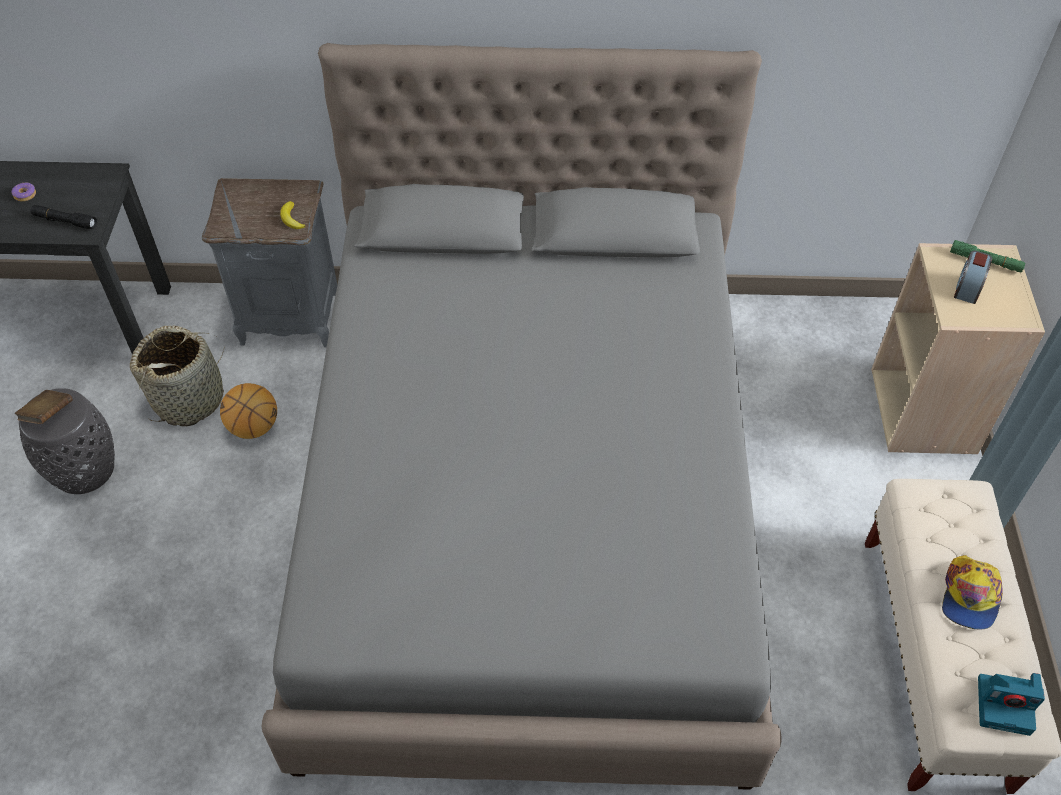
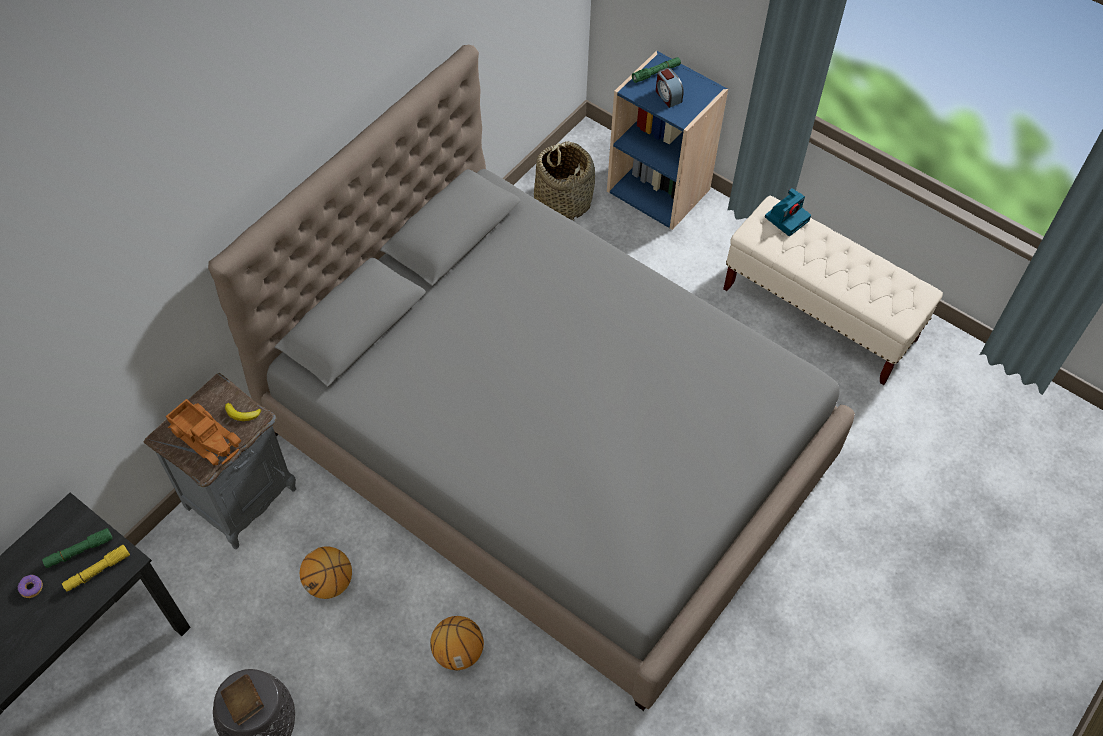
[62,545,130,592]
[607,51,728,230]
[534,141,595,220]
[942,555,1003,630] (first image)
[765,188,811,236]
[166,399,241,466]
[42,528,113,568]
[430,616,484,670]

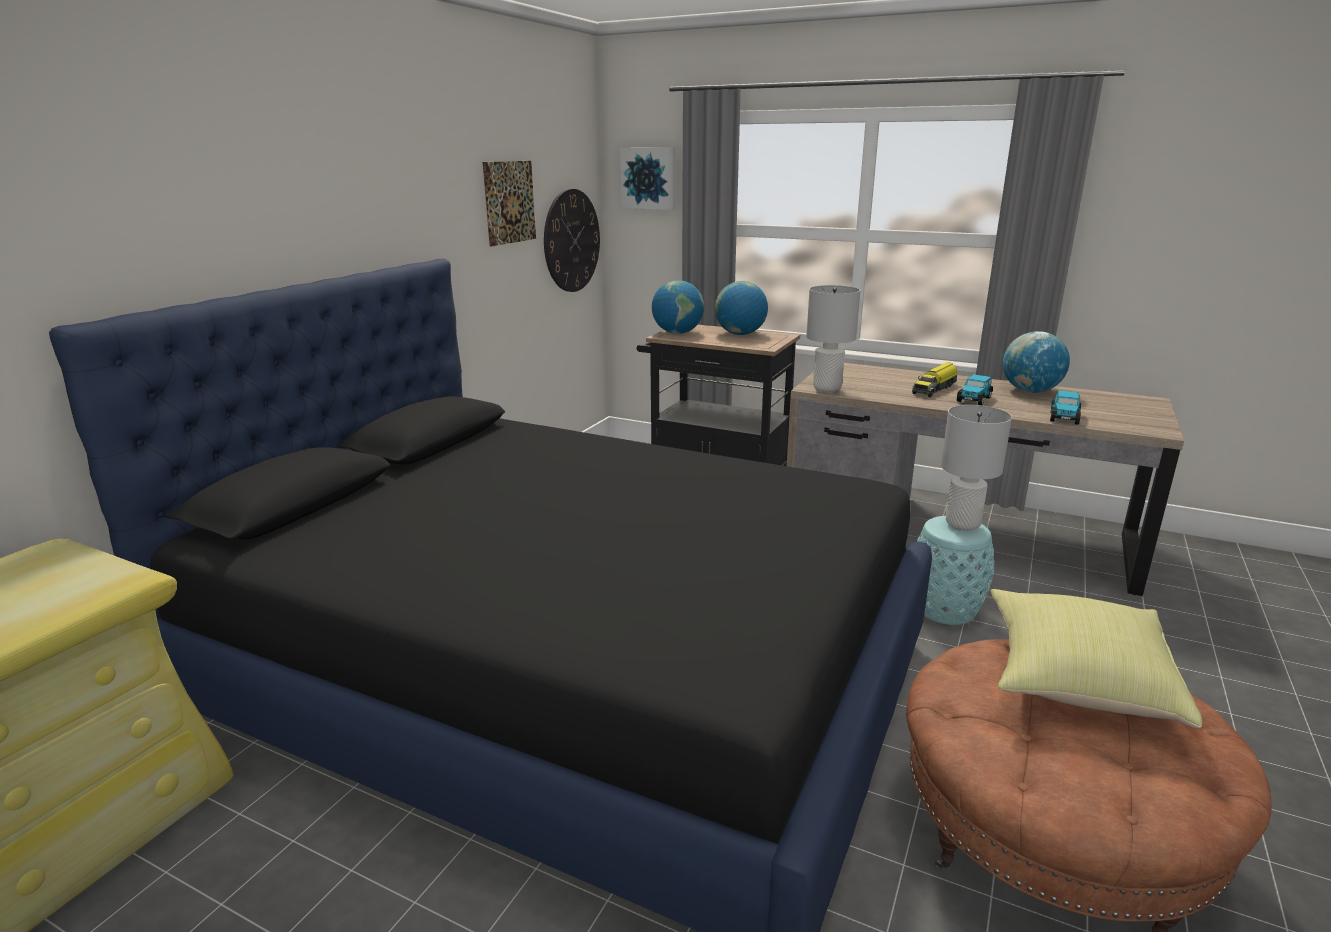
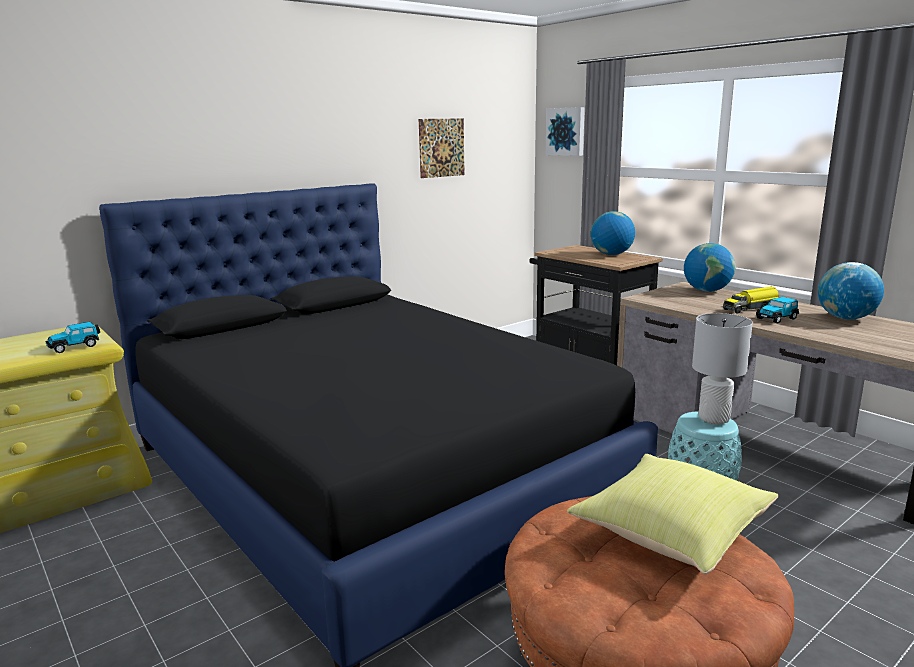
[544,189,600,292] (first image)
[684,243,735,292]
[806,285,861,392] (first image)
[45,322,100,353]

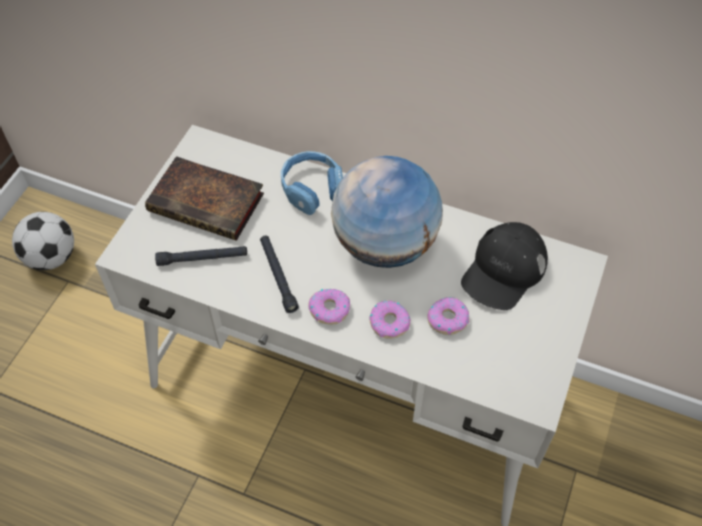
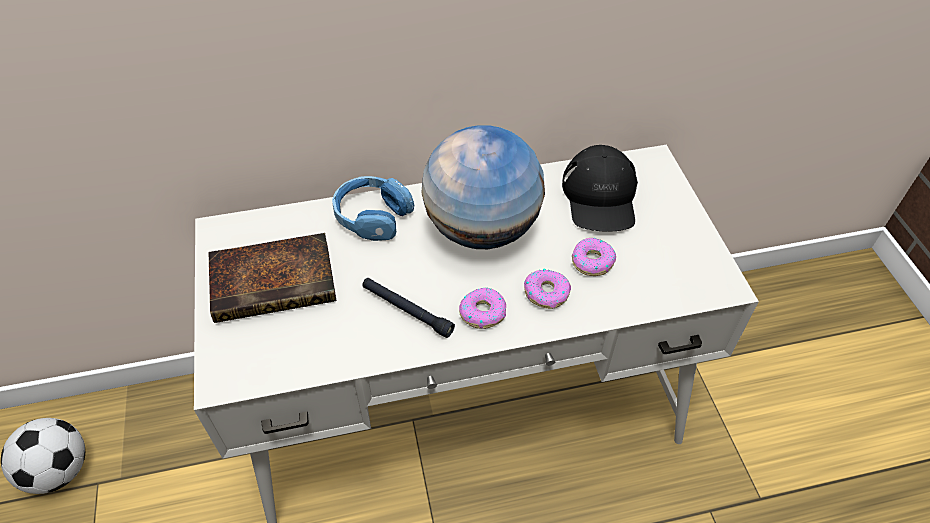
[155,246,247,266] (first image)

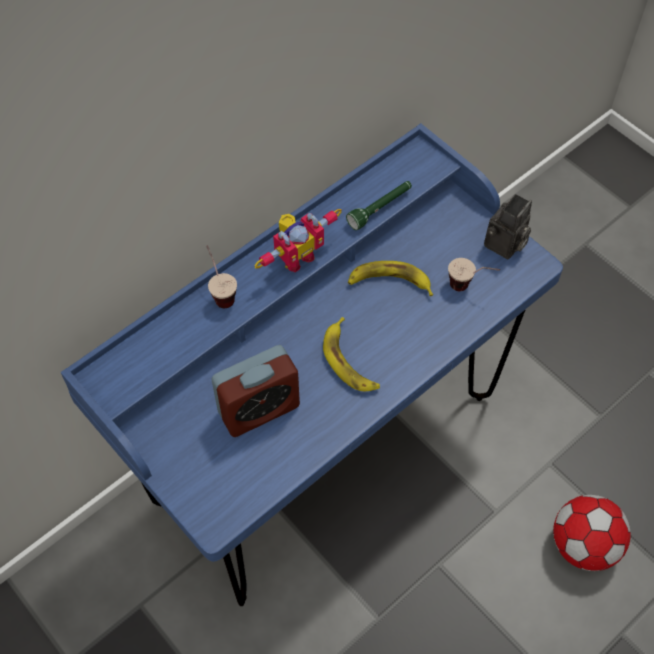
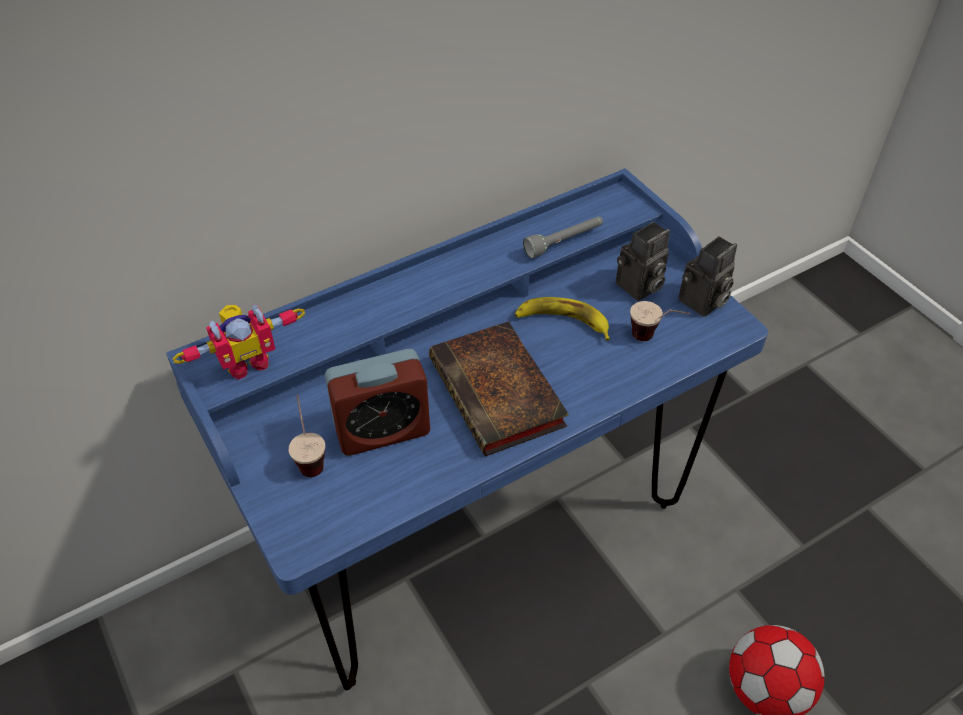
[523,216,603,258]
[173,305,305,380]
[289,395,325,477]
[429,321,569,456]
[616,222,670,301]

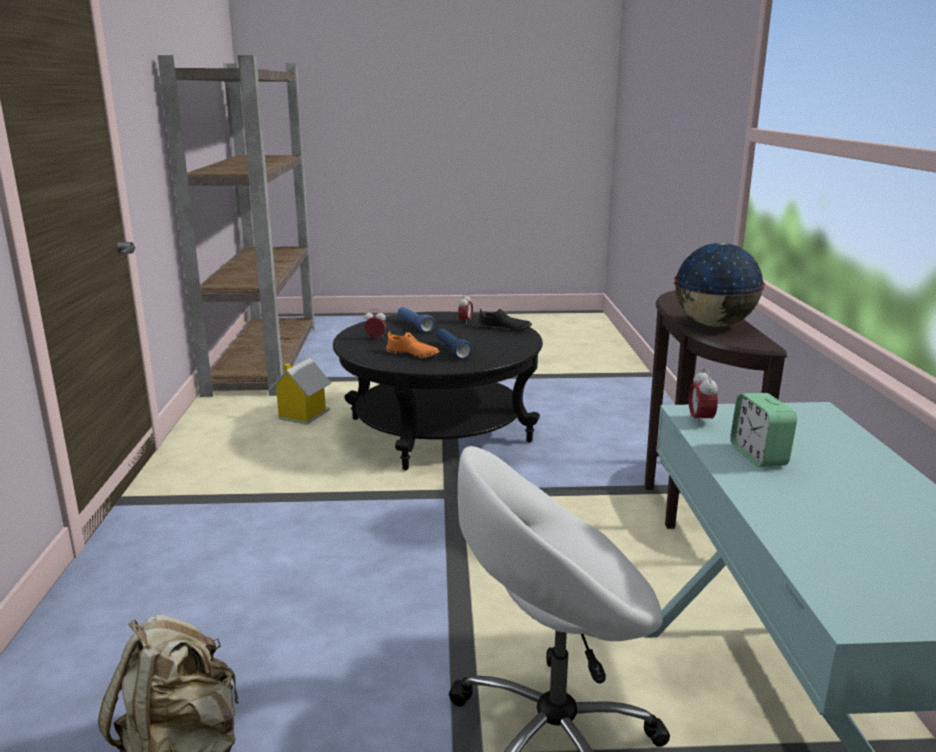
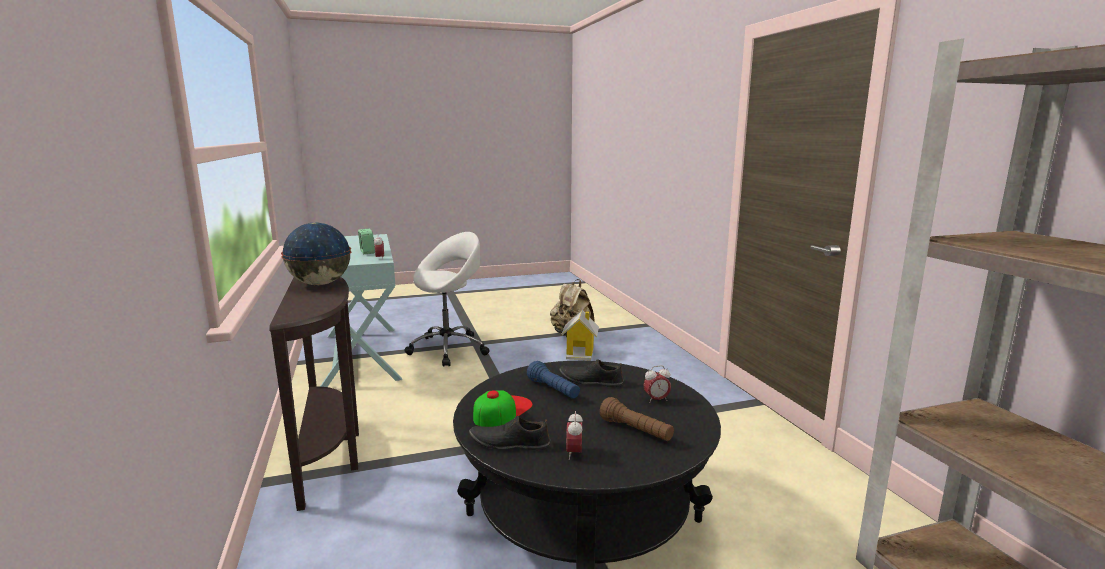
[600,397,674,441]
[559,360,623,387]
[561,310,599,361]
[473,390,533,427]

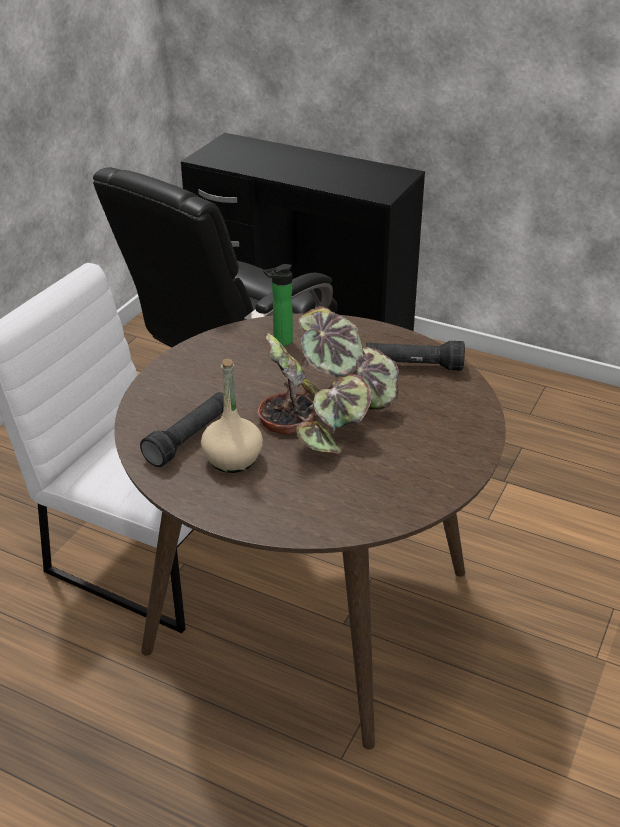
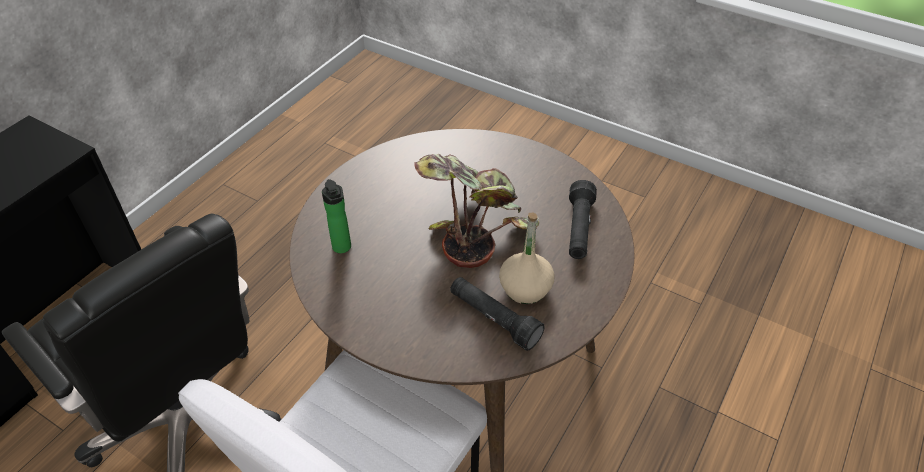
[569,180,597,259]

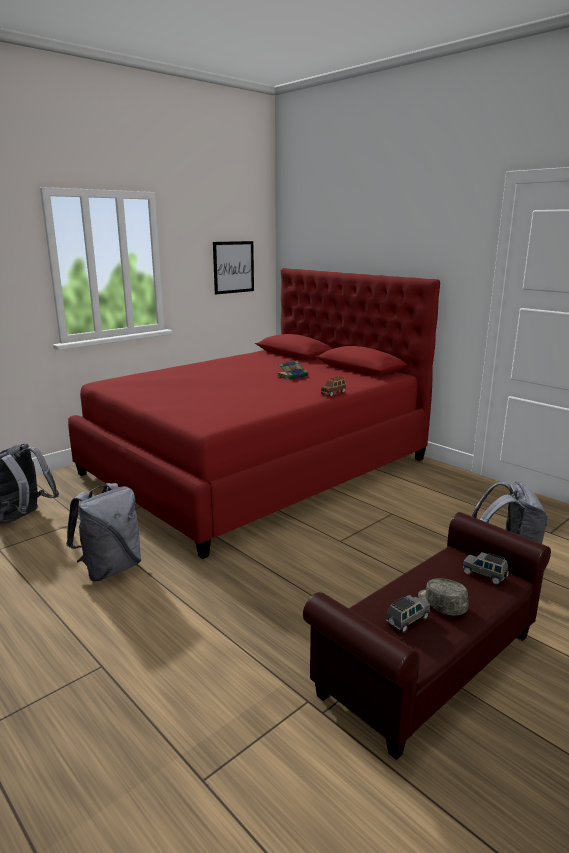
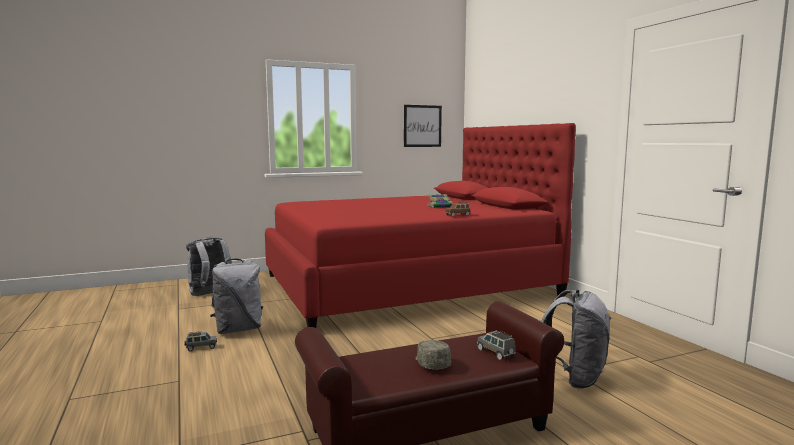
[184,331,217,352]

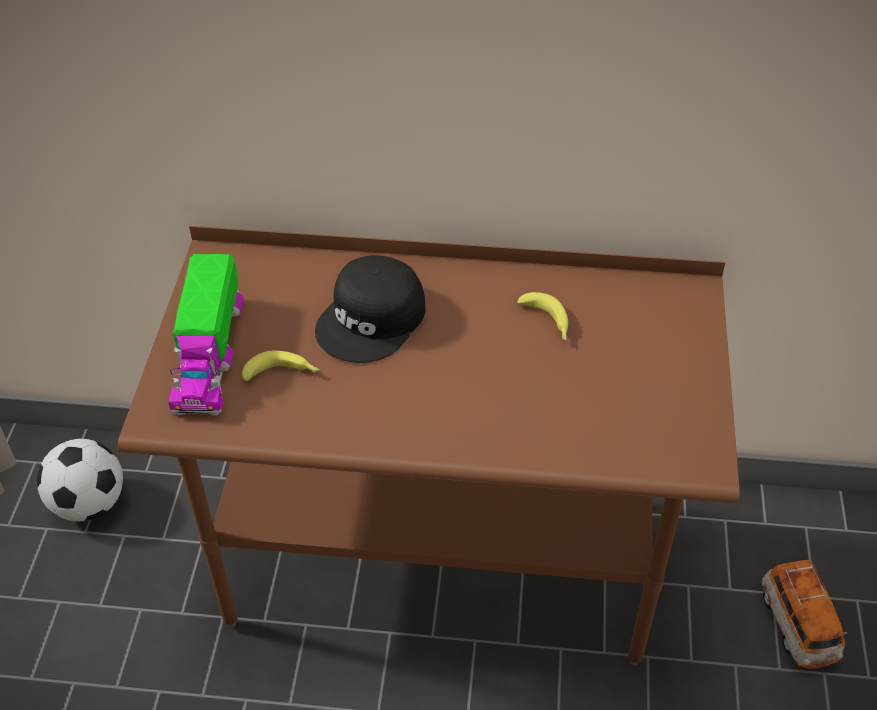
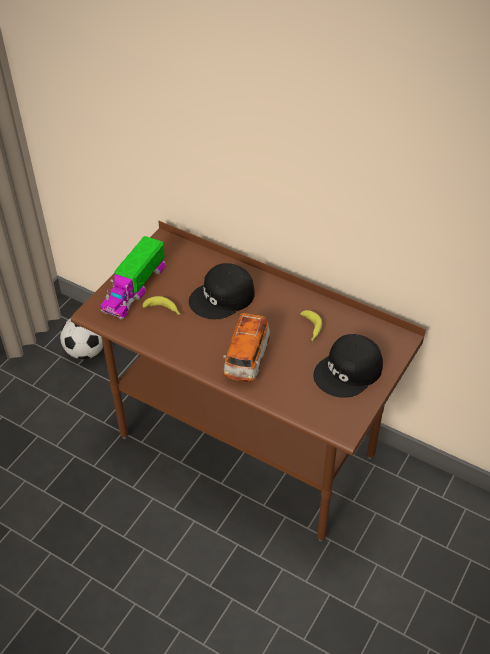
[223,313,270,382]
[313,334,383,398]

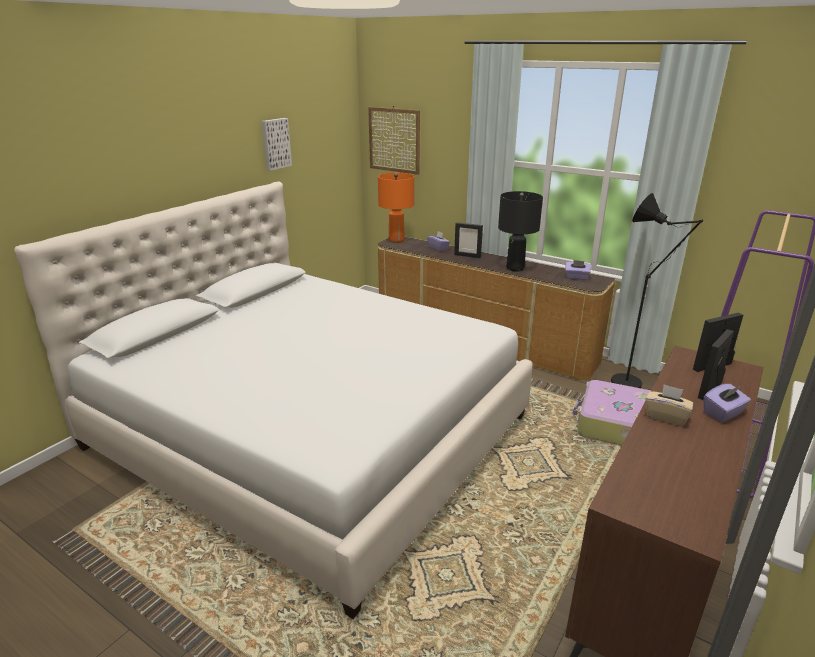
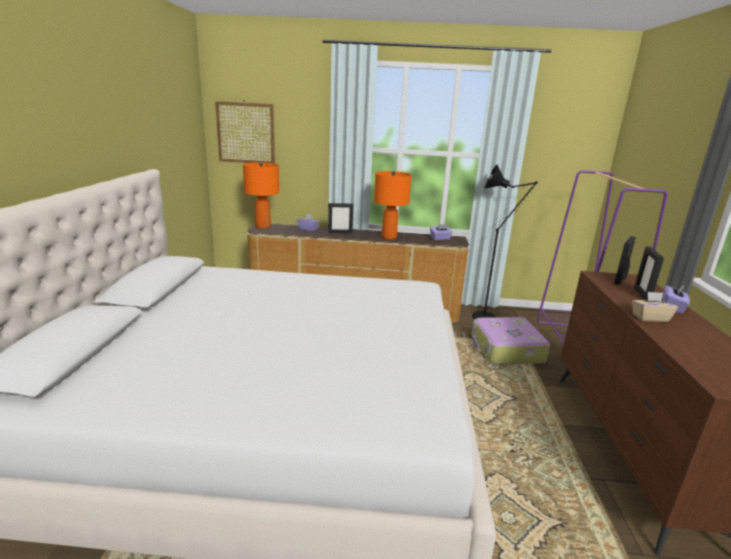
[262,118,292,171] (first image)
[374,171,411,240]

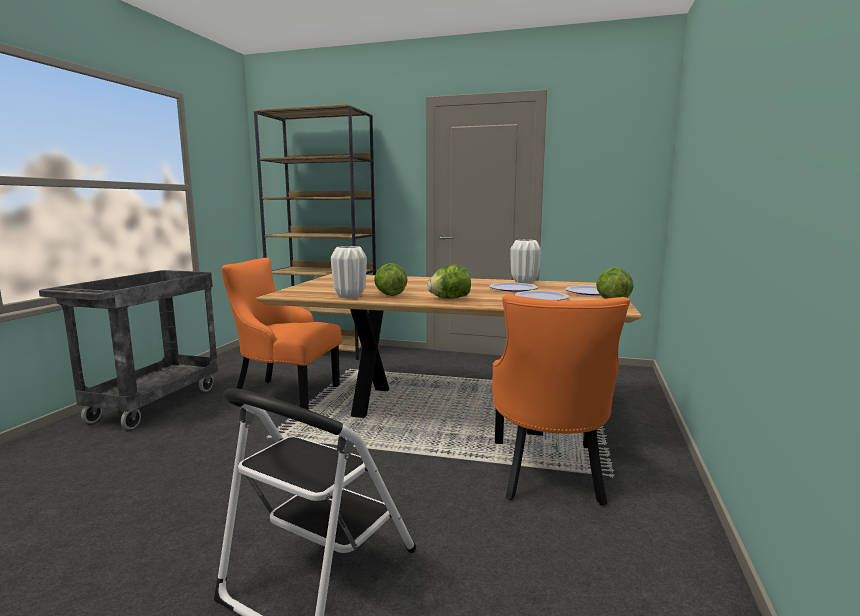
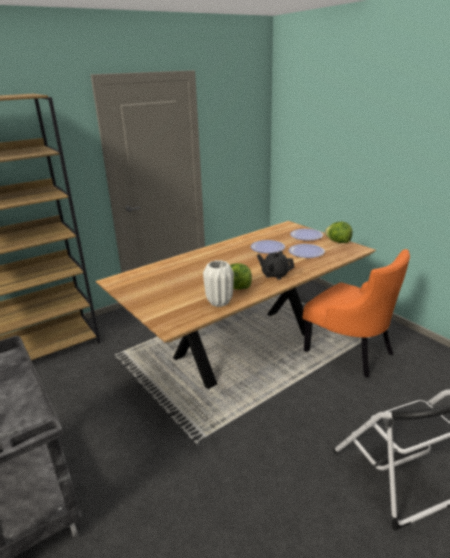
[510,240,541,284] (first image)
[221,258,342,410] (first image)
[257,251,294,280]

